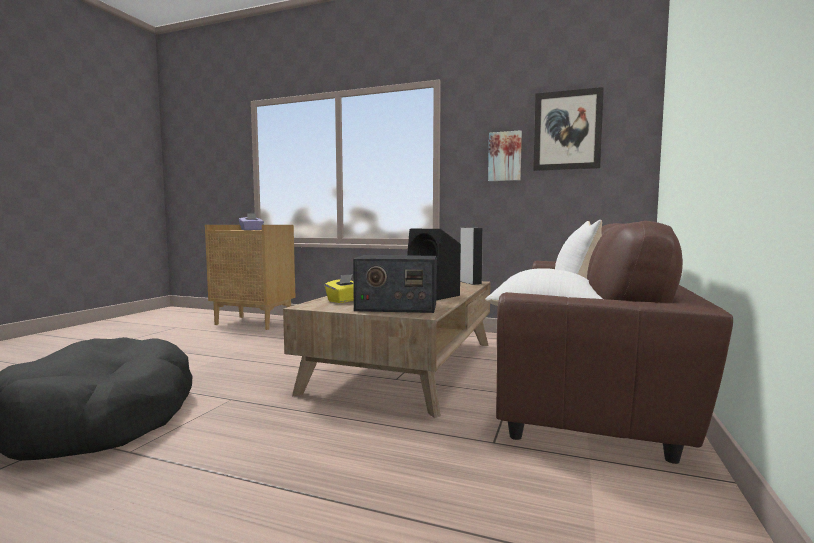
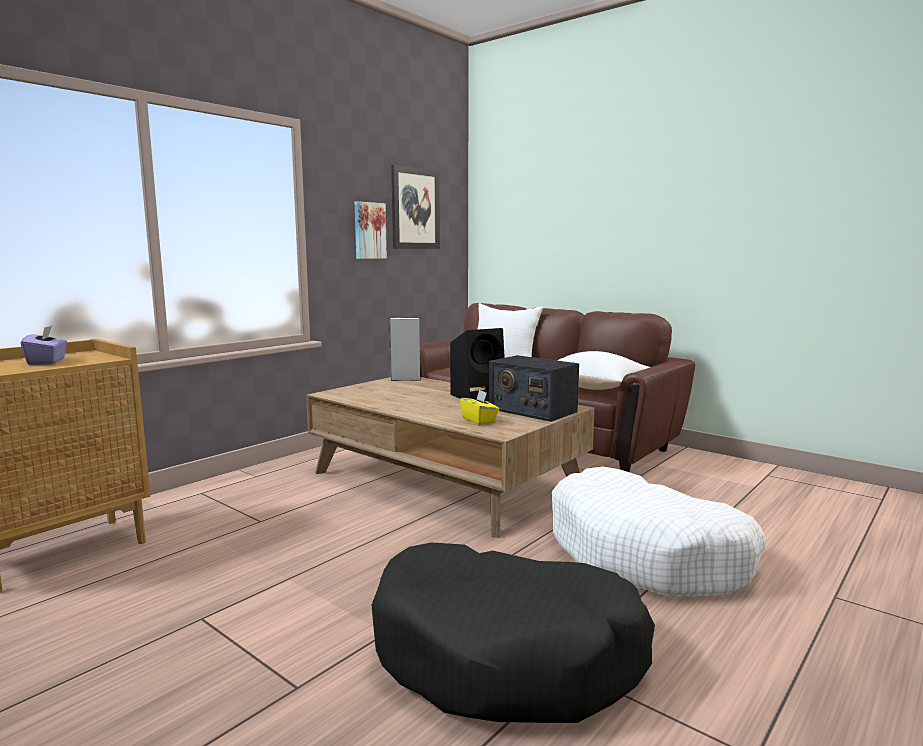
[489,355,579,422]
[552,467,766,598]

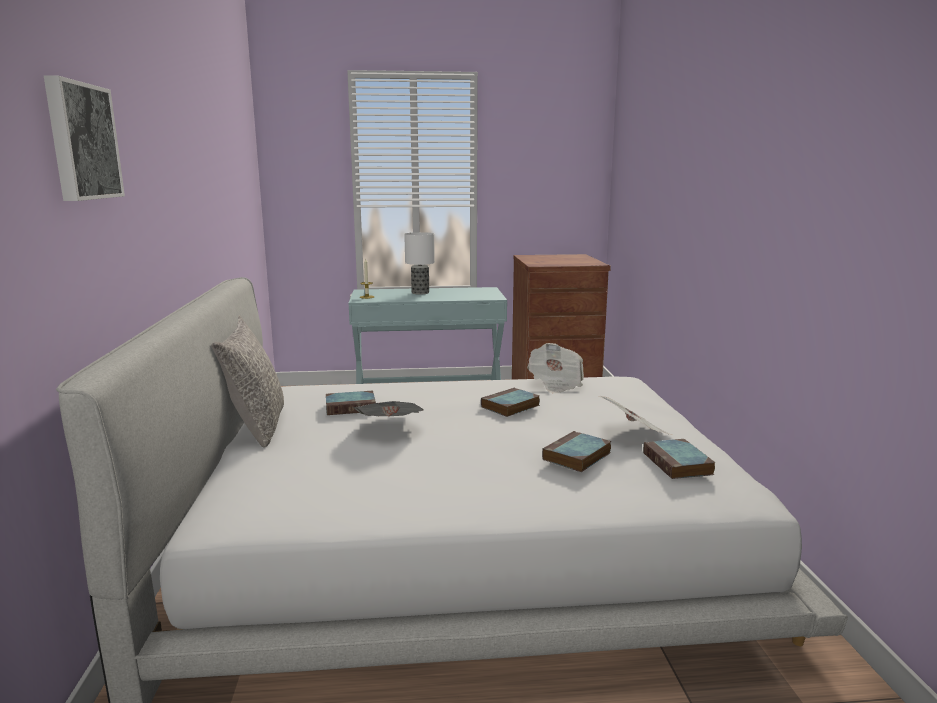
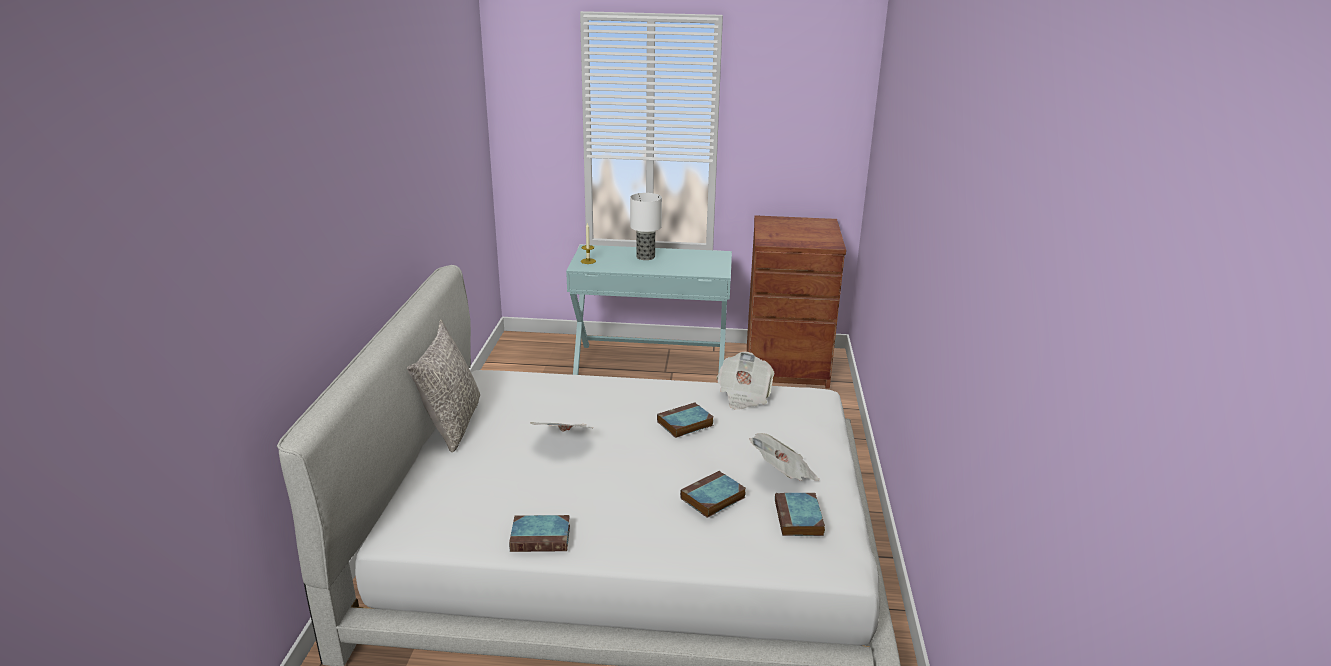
[44,75,125,201] (first image)
[509,515,570,552]

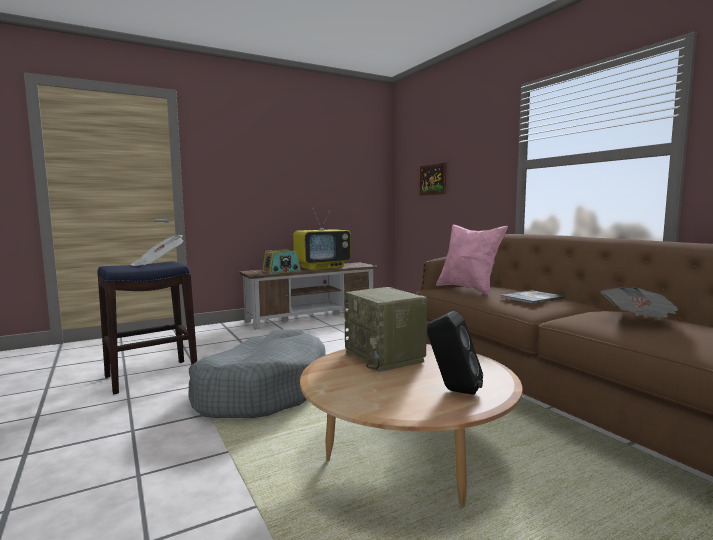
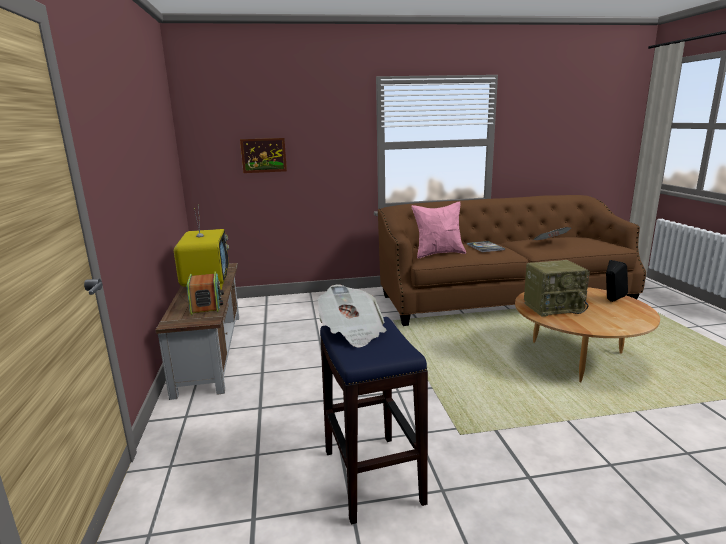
[189,329,326,418] (first image)

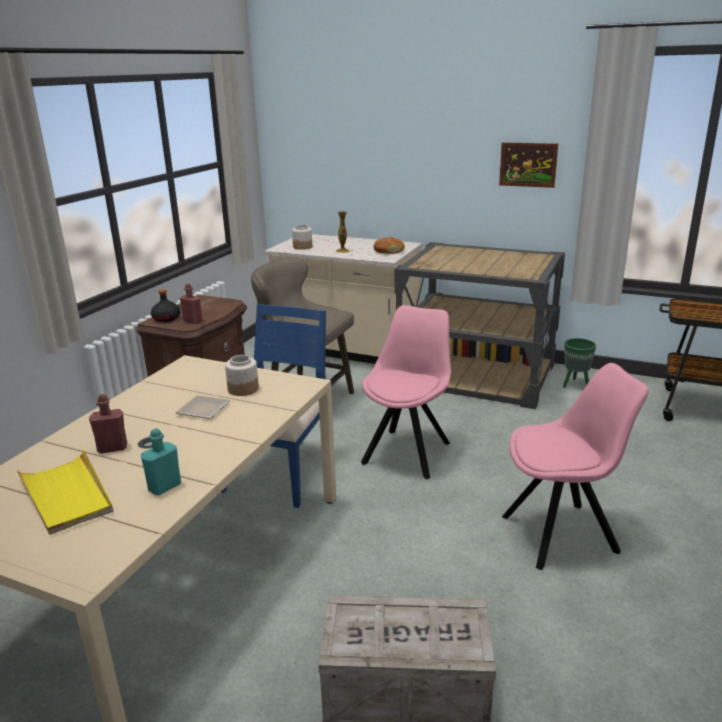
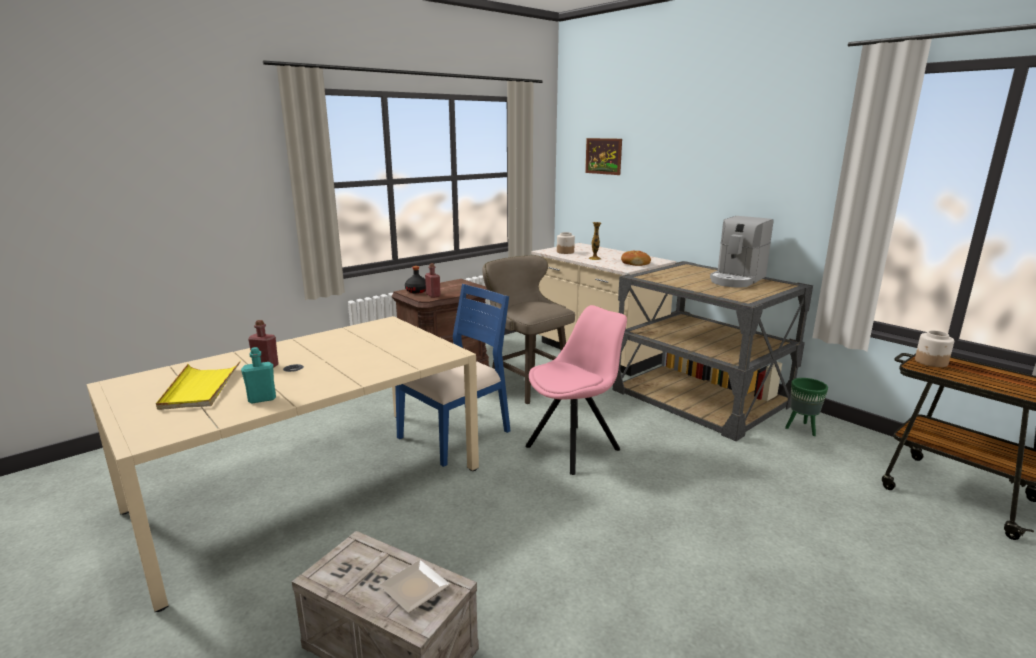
[585,138,622,175]
[915,330,954,367]
[502,363,649,570] (first image)
[379,560,451,613]
[710,216,774,287]

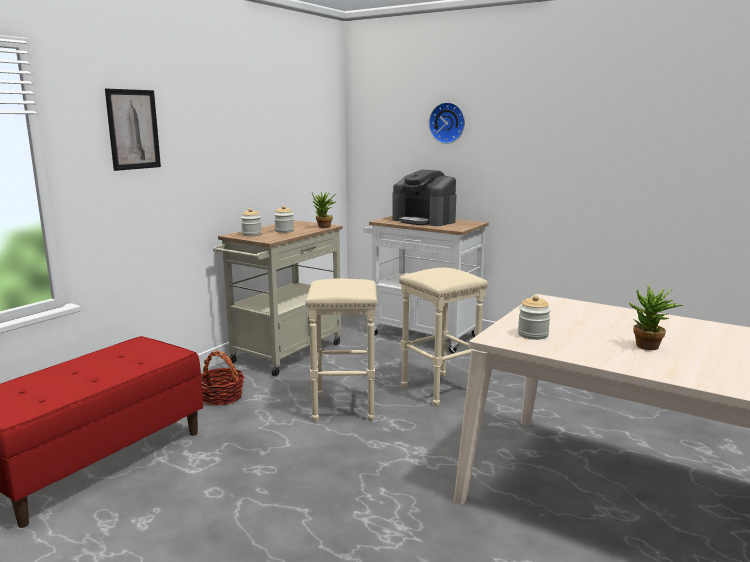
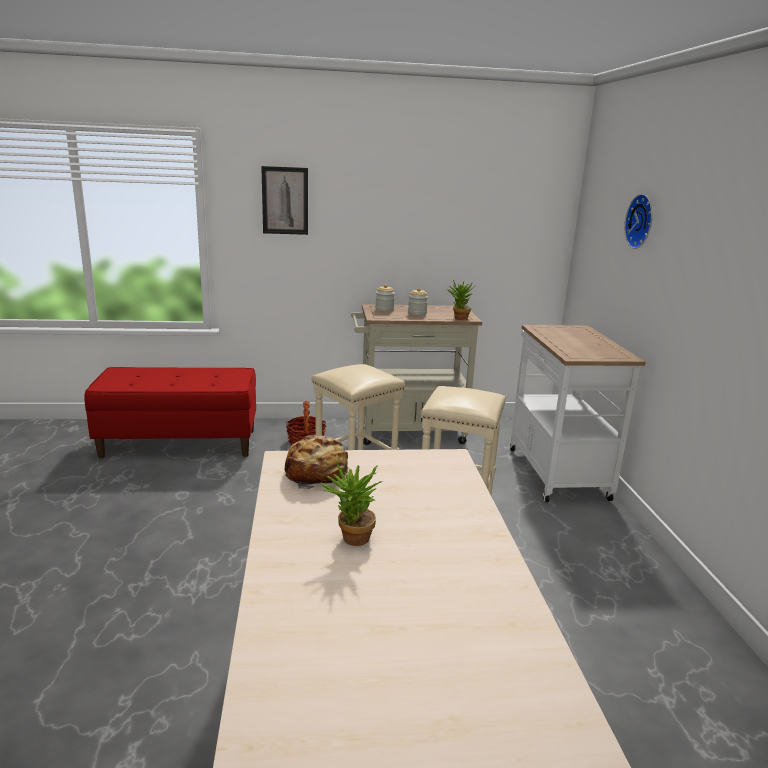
[392,170,456,226] (first image)
[285,434,349,489]

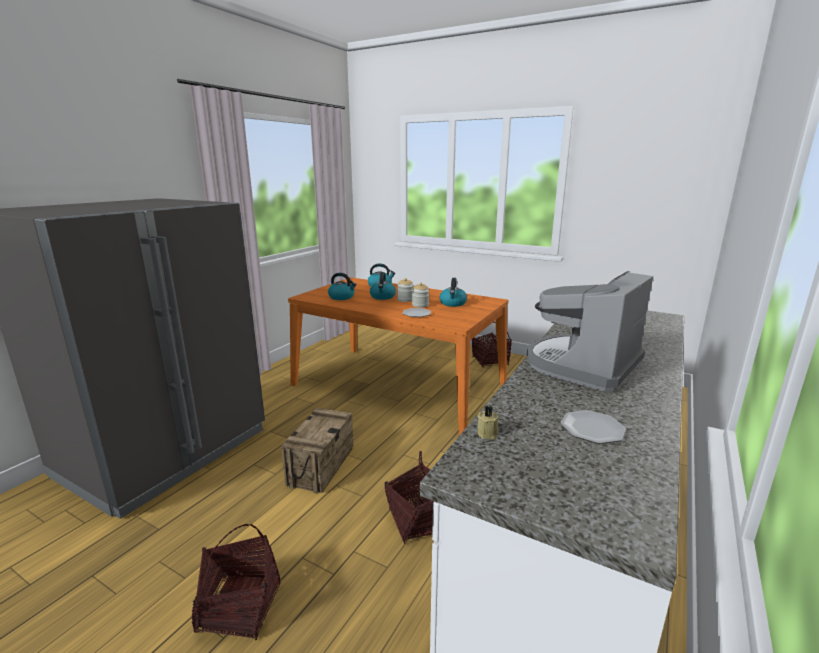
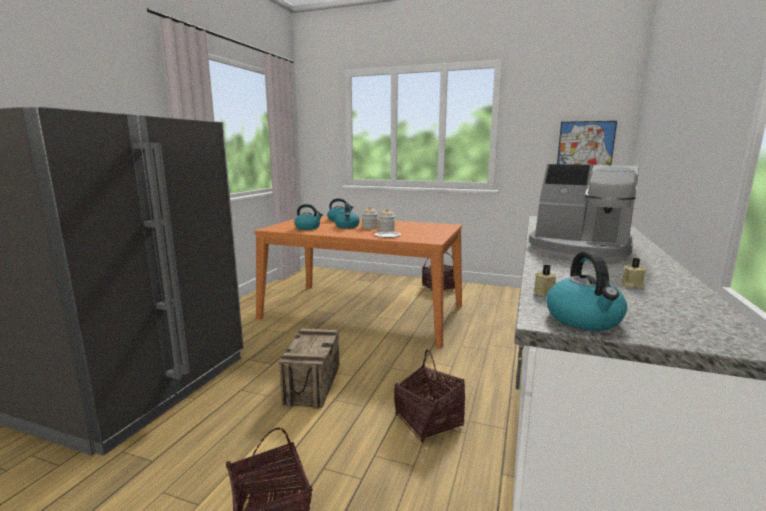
[529,164,639,262]
[546,251,627,331]
[622,258,647,288]
[557,121,617,165]

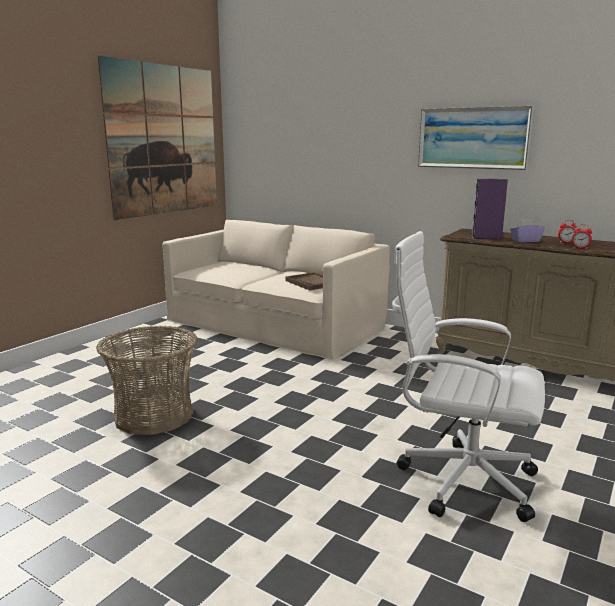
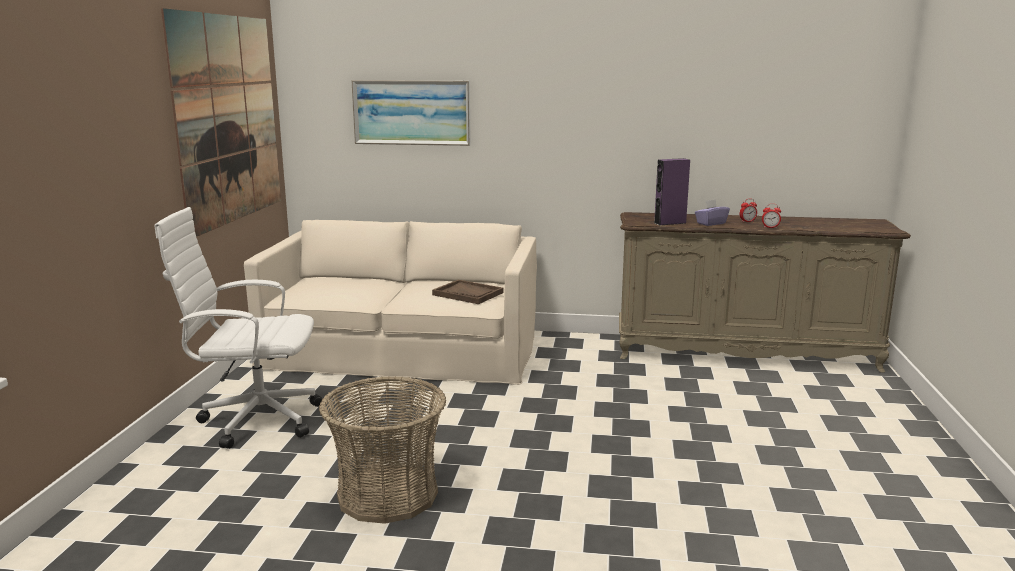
[351,80,471,146]
[155,207,323,449]

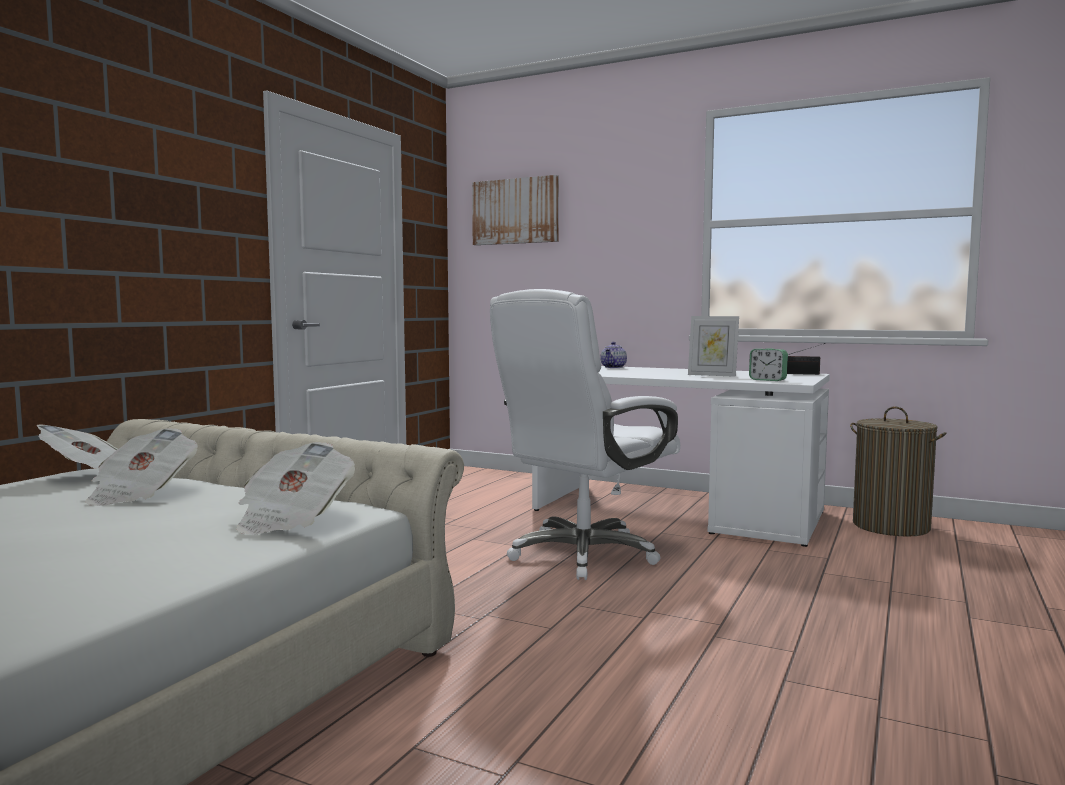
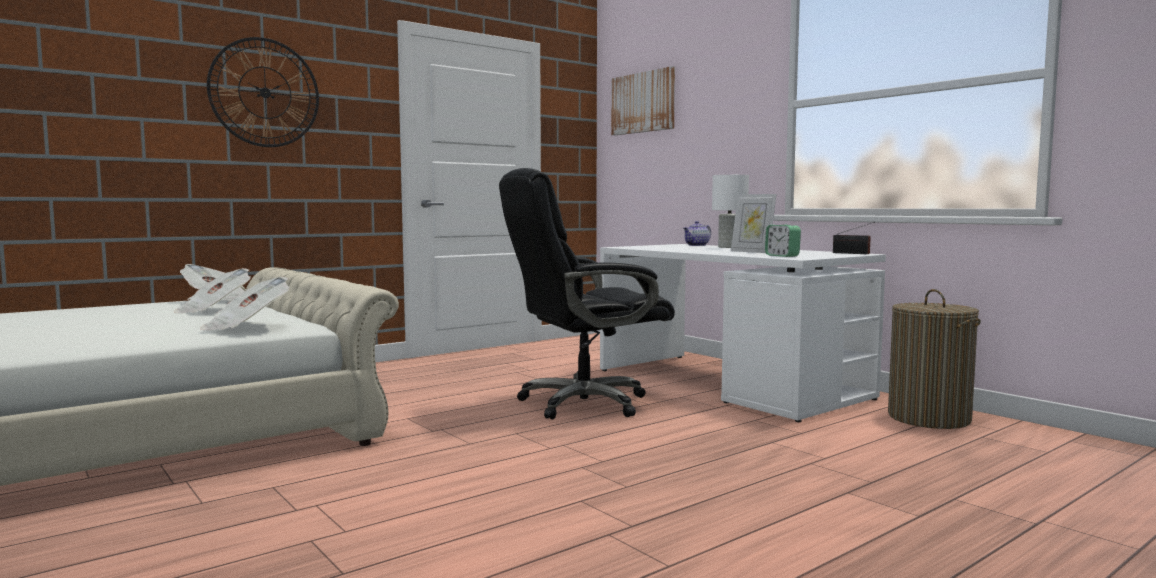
[499,168,675,420]
[207,37,319,147]
[712,175,749,248]

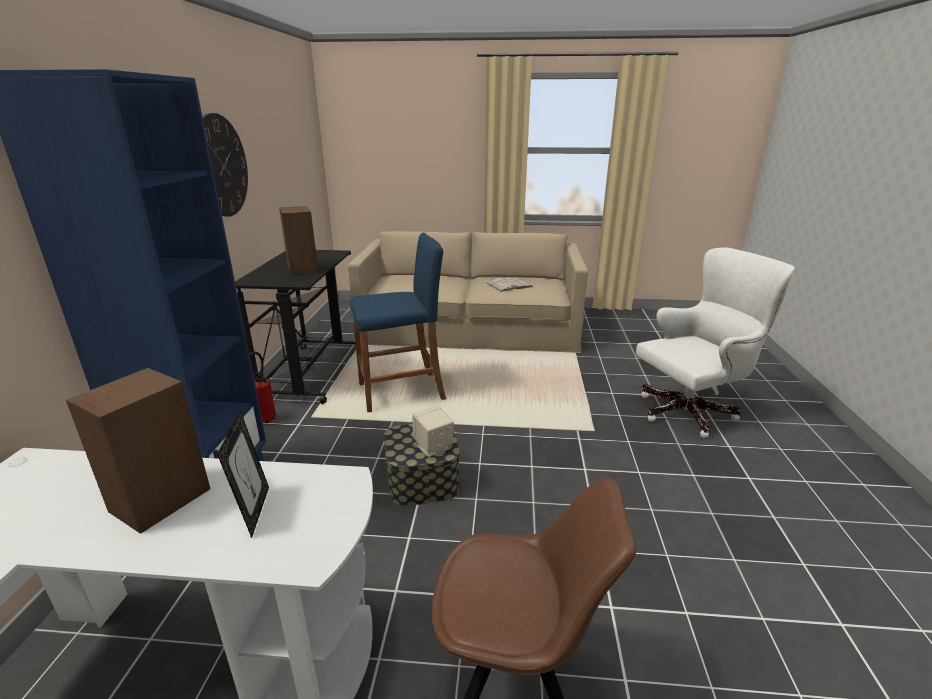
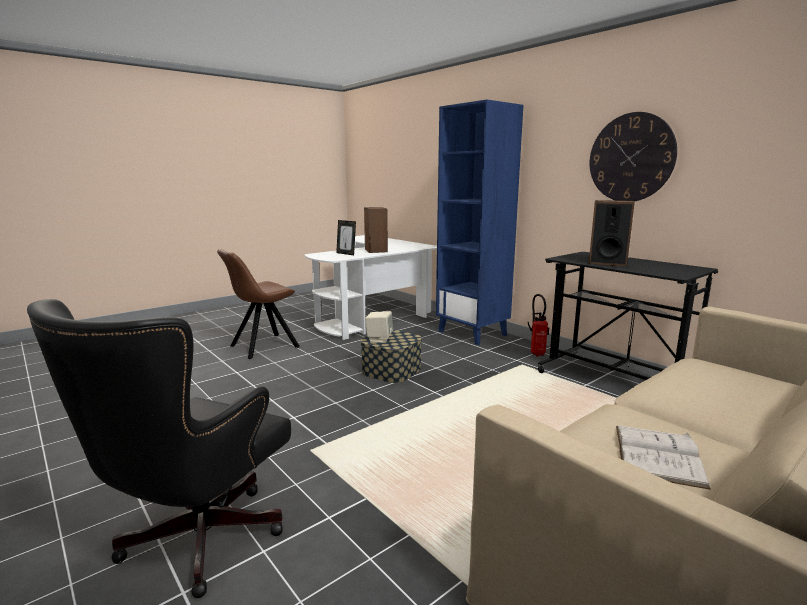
[350,232,446,412] (first image)
[27,299,291,598]

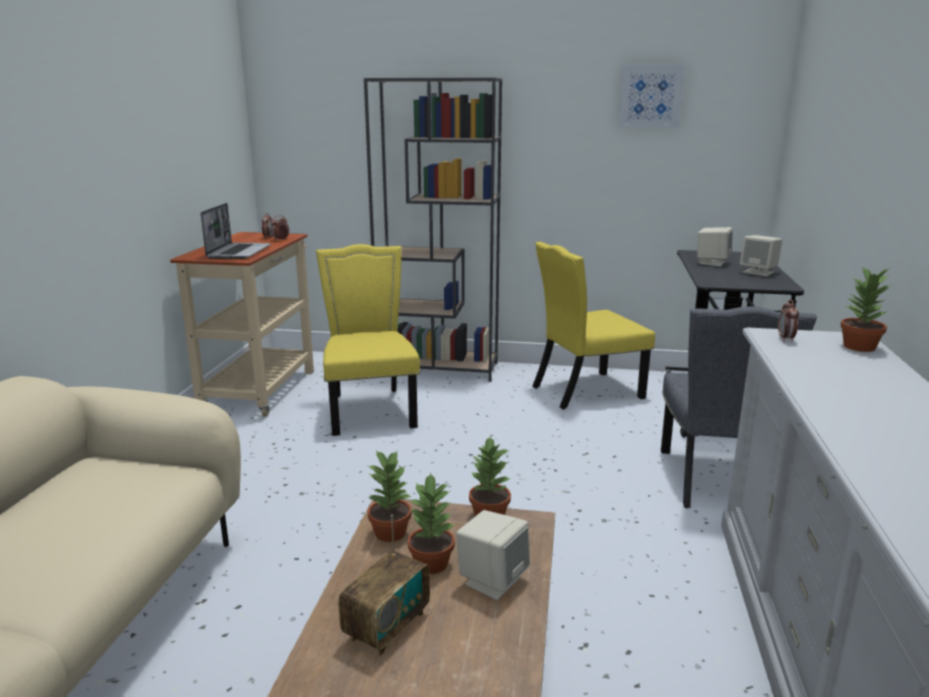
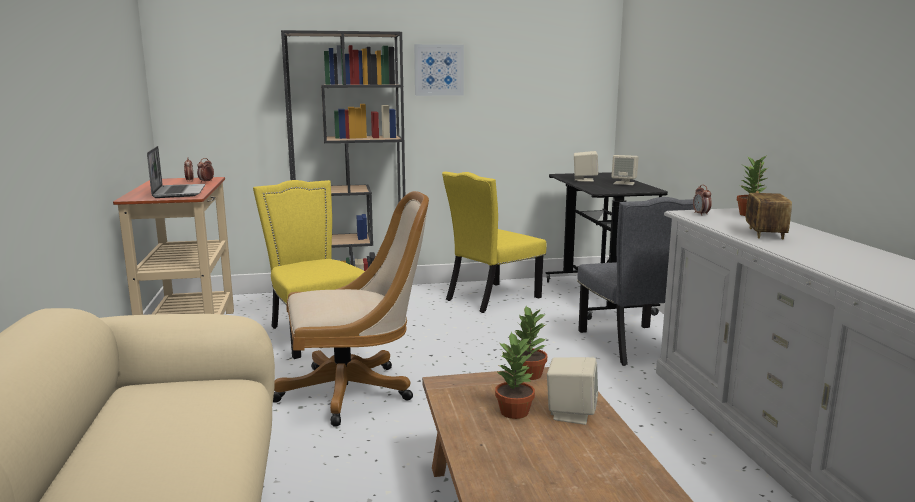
[414,44,464,96]
[367,450,412,542] (first image)
[746,163,792,240]
[273,191,429,427]

